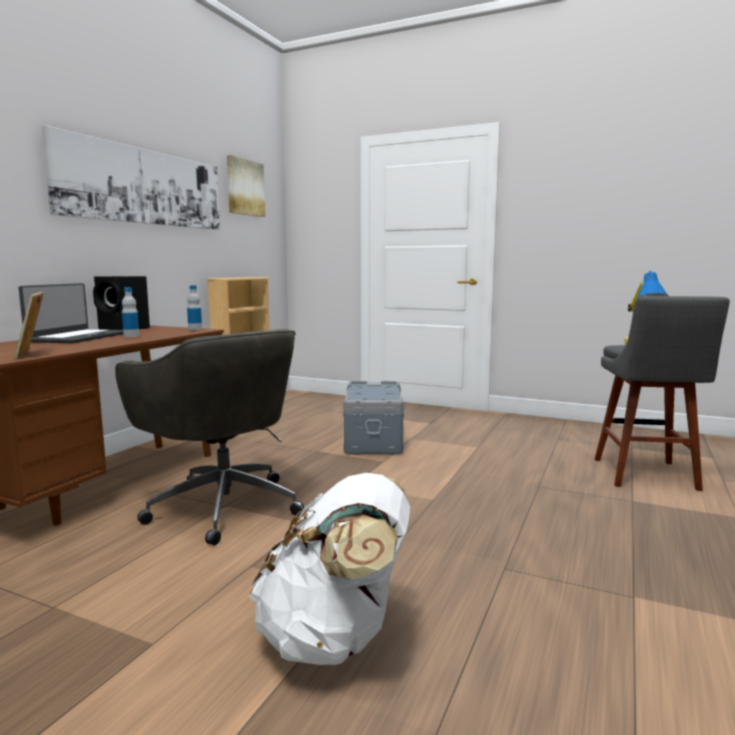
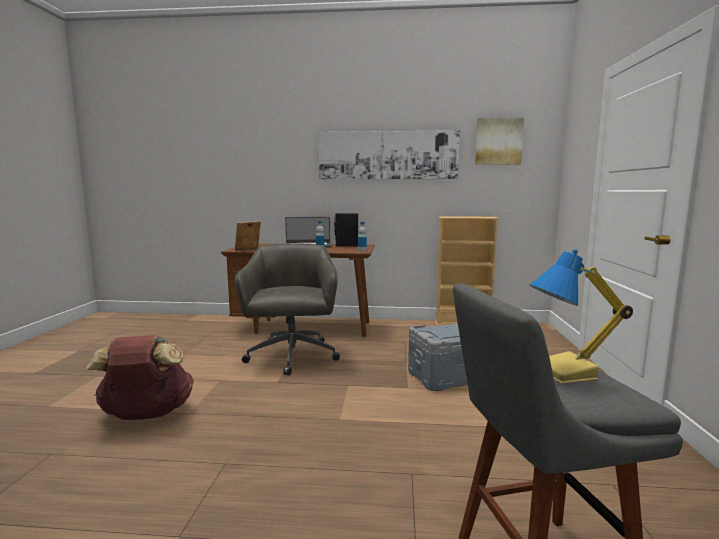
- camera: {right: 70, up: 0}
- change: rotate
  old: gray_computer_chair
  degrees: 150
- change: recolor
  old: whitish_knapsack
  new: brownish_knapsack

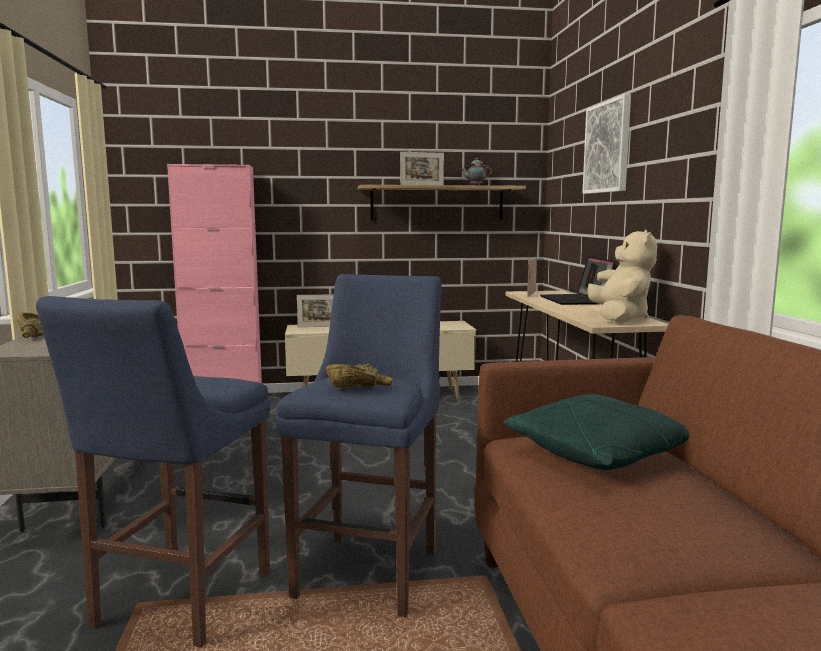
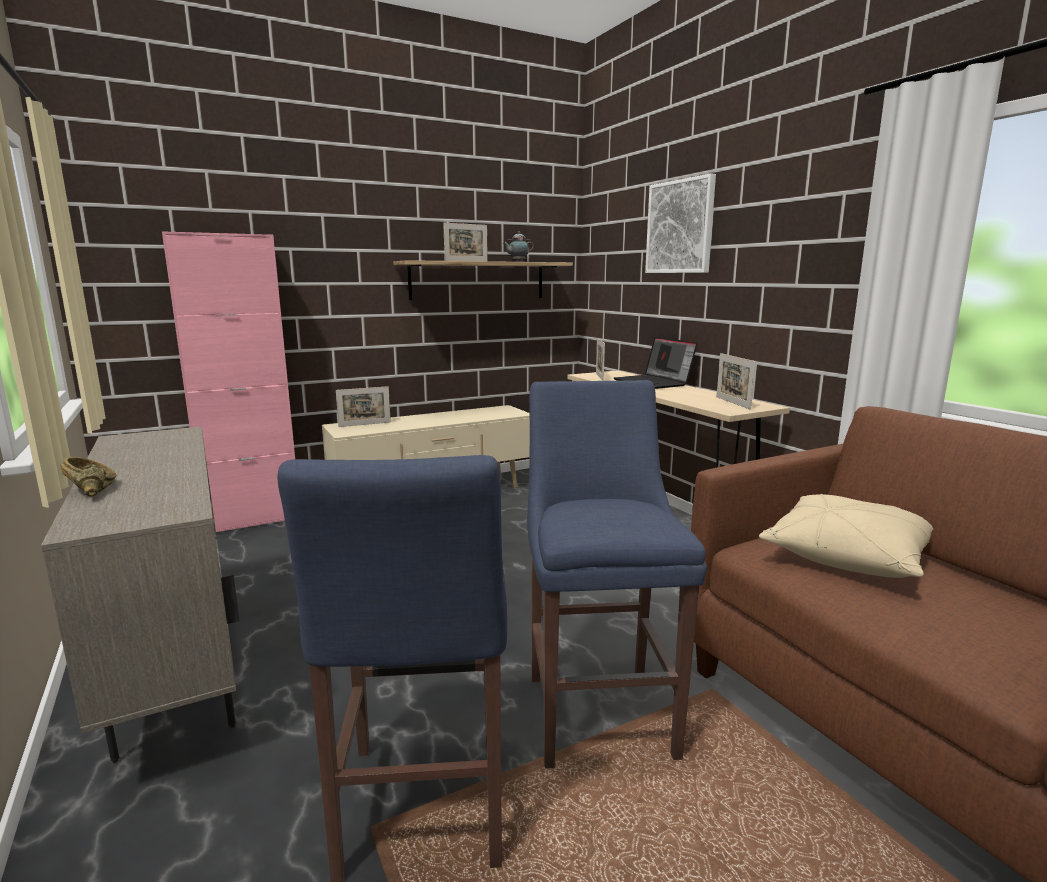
- camera: {right: -20, up: 5}
- change: replace
  old: beige-coloured_cuddly_toy
  new: picture_frame (4th from left)
- change: delete
  old: brownish_serving_bowl (2nd from left)
- change: recolor
  old: green-coloured_pillow
  new: beige-coloured_pillow

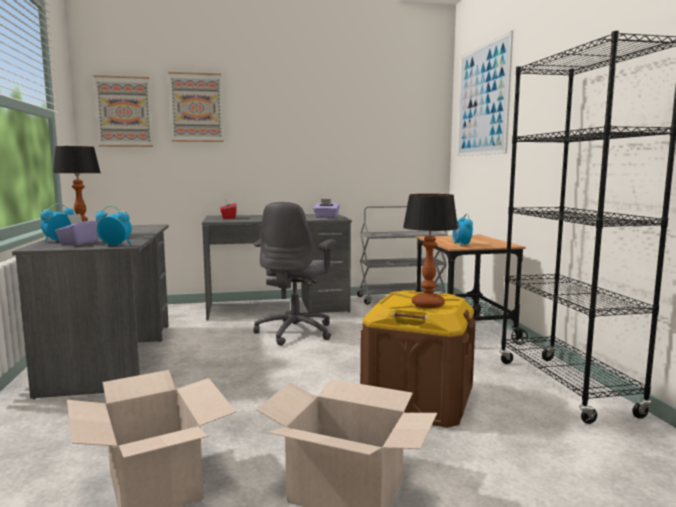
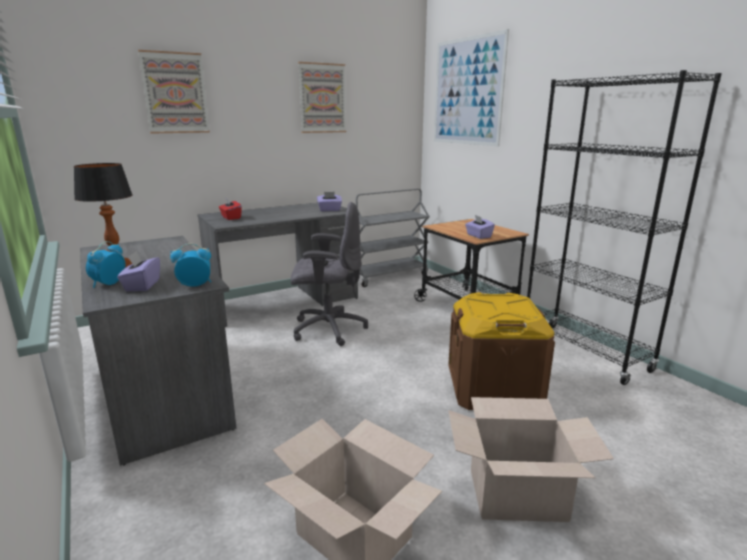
- camera: {right: -20, up: 10}
- change: move
  old: wall_picture (1st from left in the first image)
  new: wall_picture (2nd from left)
- change: delete
  old: table_lamp (2nd from left)
- change: rotate
  old: gray_computer_chair
  degrees: -90
- change: replace
  old: alarm_clock (3rd from left)
  new: purple-coloured_box_of_tissues (3rd from left)

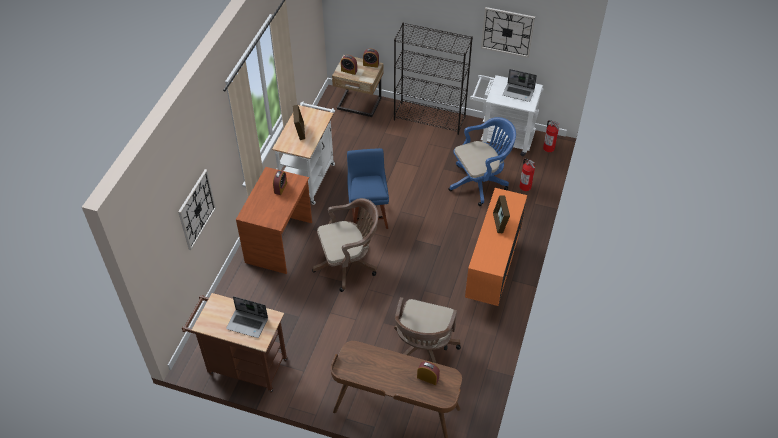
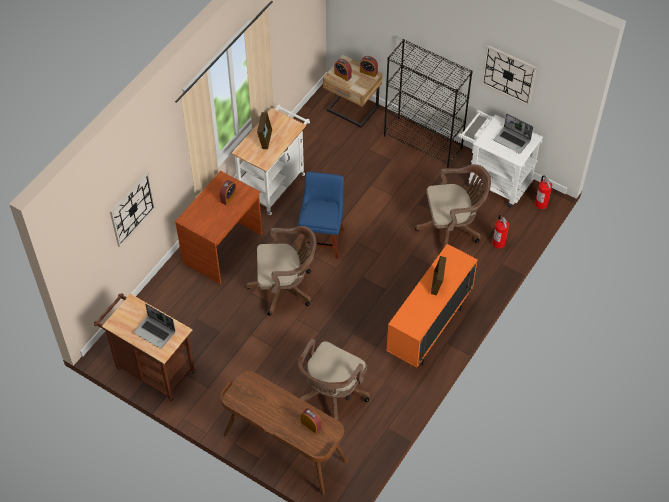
- camera: {right: 15, up: 5}
- change: recolor
  old: blue-coloured_computer_chair
  new: brownish_computer_chair (3rd from left)

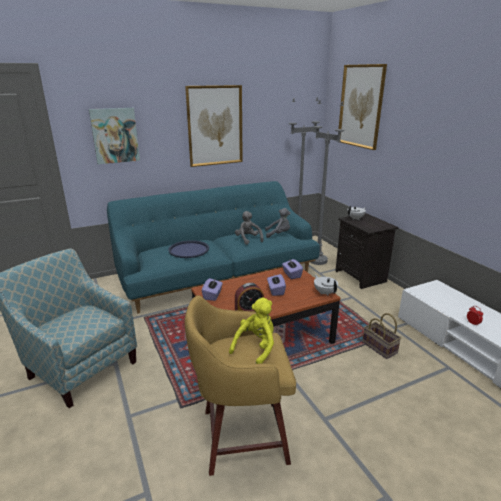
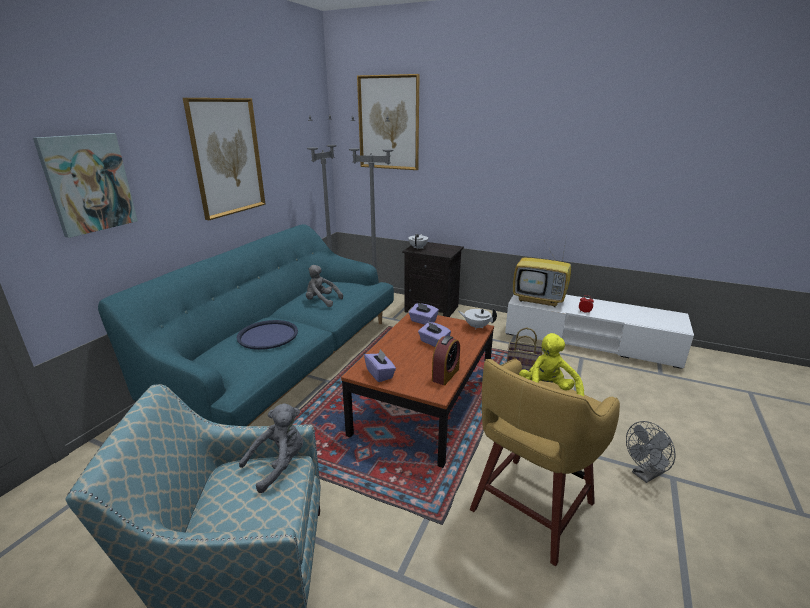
- camera: {right: -40, up: 0}
- change: move
  old: gray_cuddly_toy (2nd from left in the first image)
  new: gray_cuddly_toy (1st from left)
- change: insert
  new: television
- change: insert
  new: gray_cooling_fan

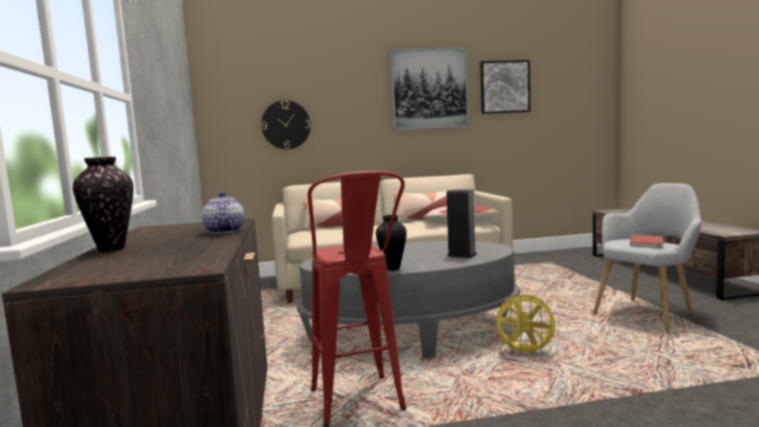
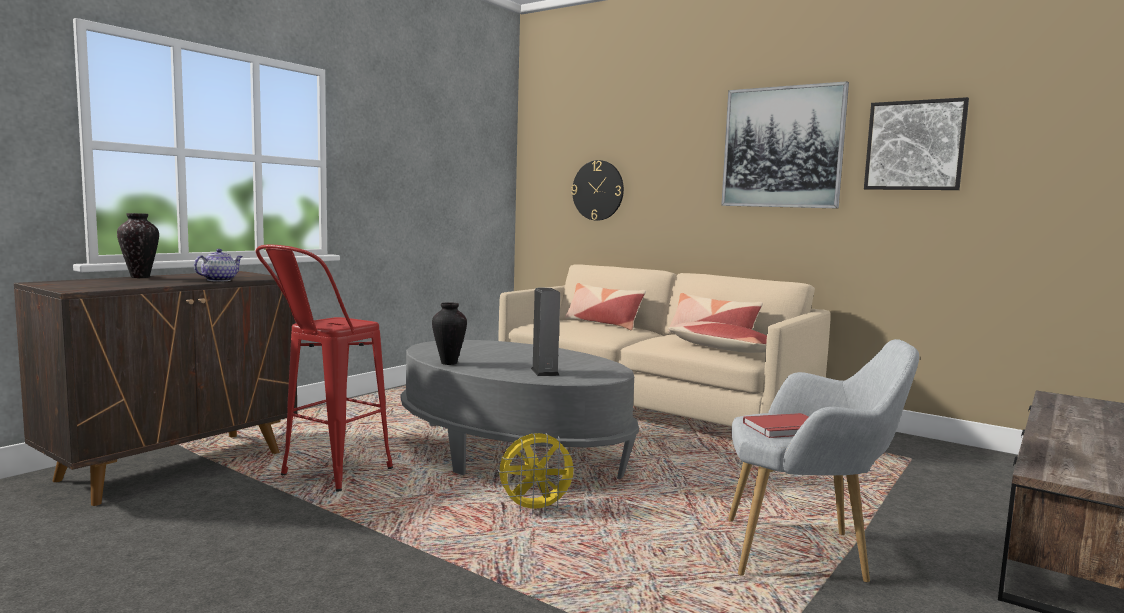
- camera: {right: 45, up: 0}
- change: rotate
  old: yellowish_cooling_fan
  degrees: -75

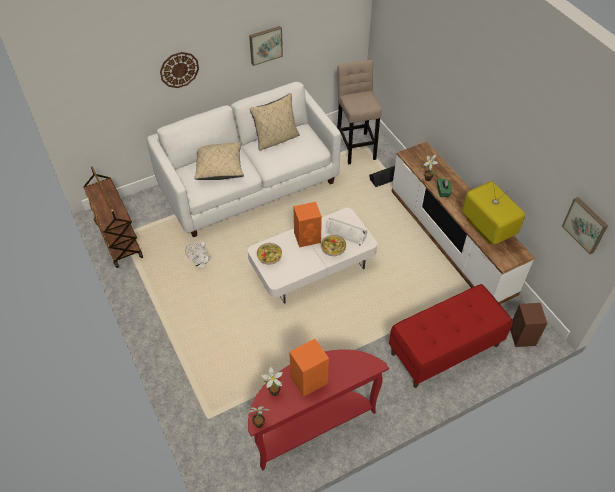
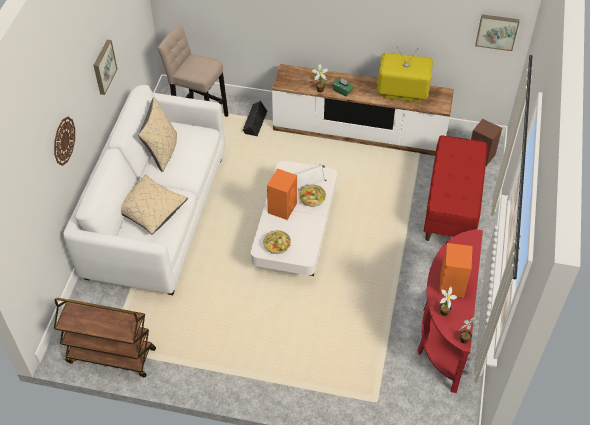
- camera: {right: -50, up: 0}
- change: delete
  old: whitish_cooling_fan

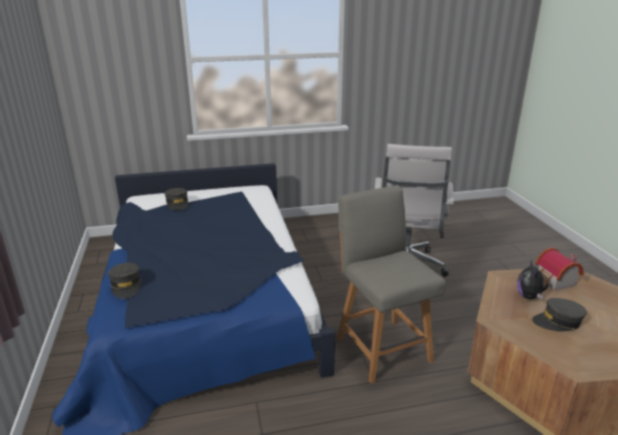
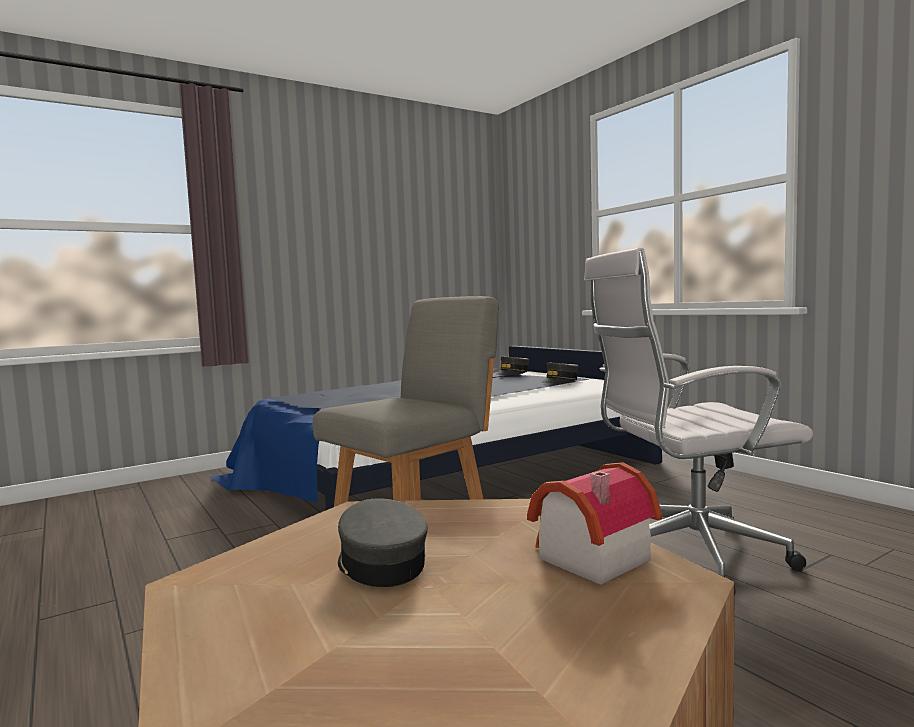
- camera: {right: 70, up: -20}
- change: delete
  old: cuddly_toy
- change: move
  old: gray_peaked_cap (1st from left in the first image)
  new: gray_peaked_cap (3rd from left)

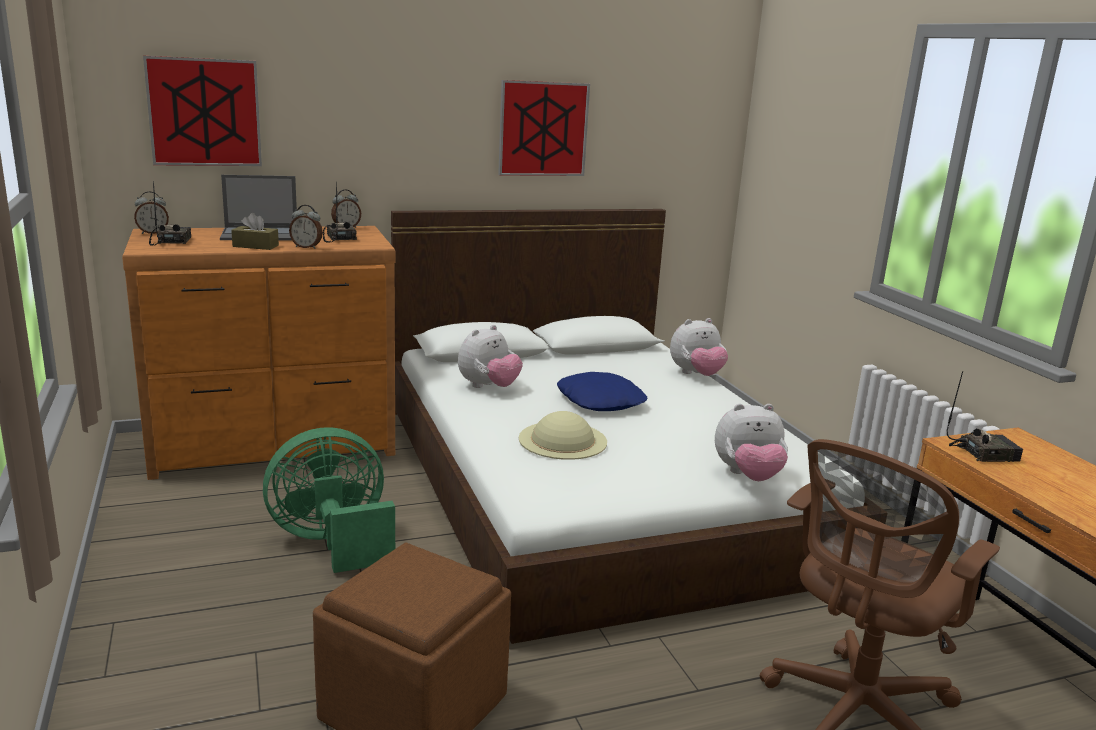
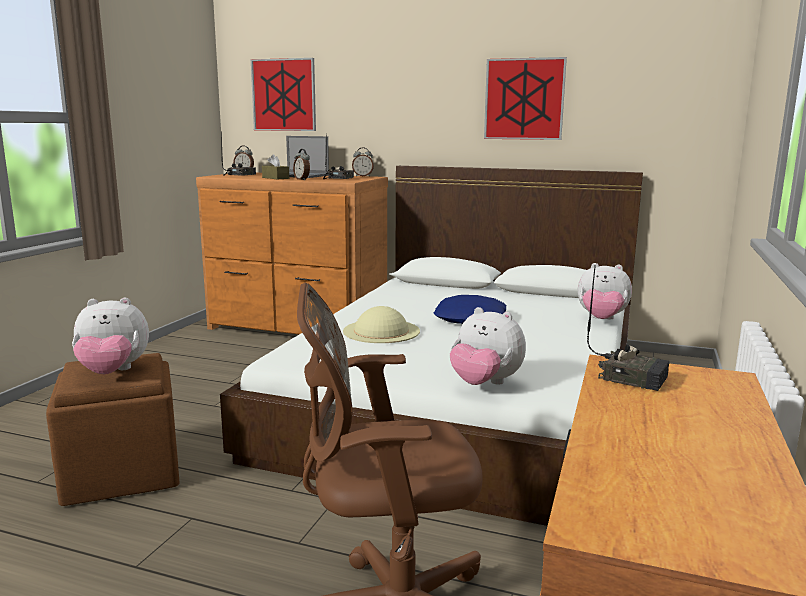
- camera: {right: 40, up: -5}
- change: move
  old: cuddly_toy (1st from left)
- change: delete
  old: green-coloured_cooling_fan

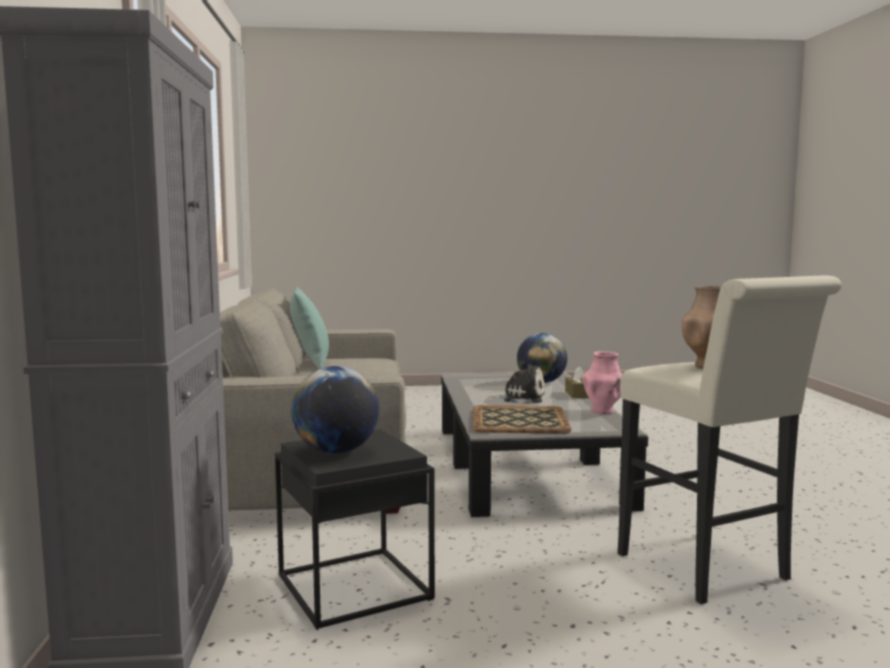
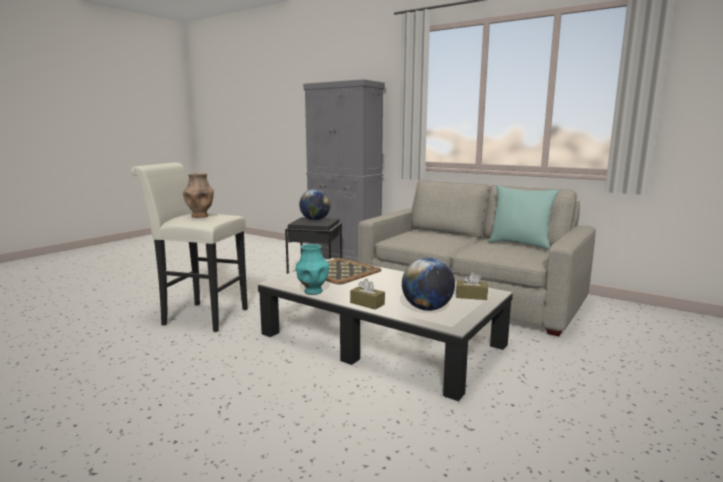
- camera: {right: 130, up: 5}
- change: recolor
  old: pink-coloured_flower_vase
  new: turquoise-coloured_flower_vase
- change: delete
  old: cuddly_toy
- change: insert
  new: brownish_box_of_tissues (2nd from left)

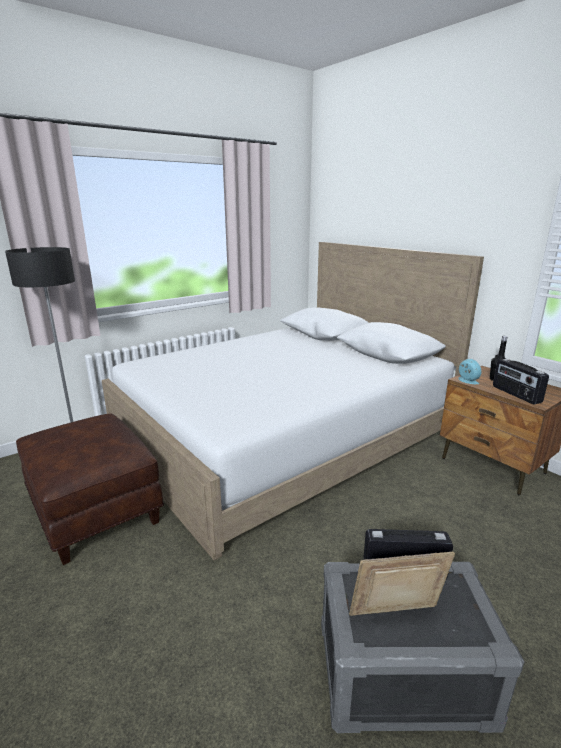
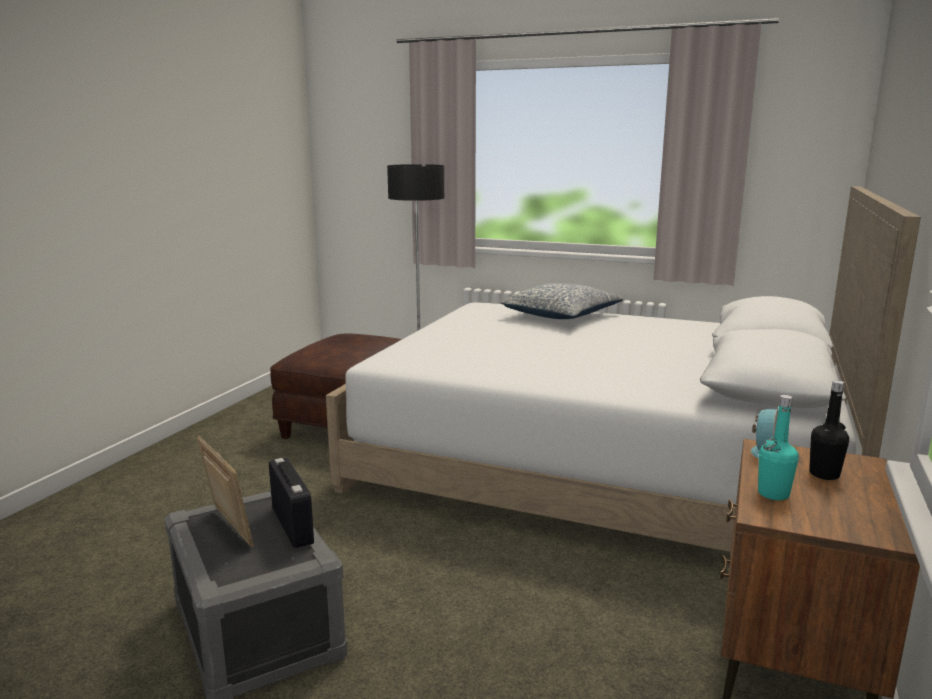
- camera: {right: 60, up: -5}
- change: replace
  old: radio_receiver (2nd from left)
  new: turquoise-coloured_beverage_bottle
- change: insert
  new: pillow

